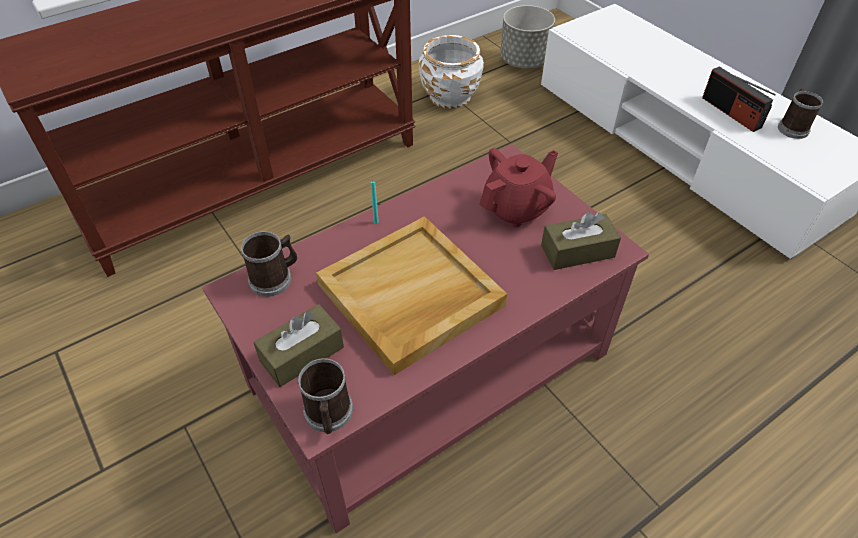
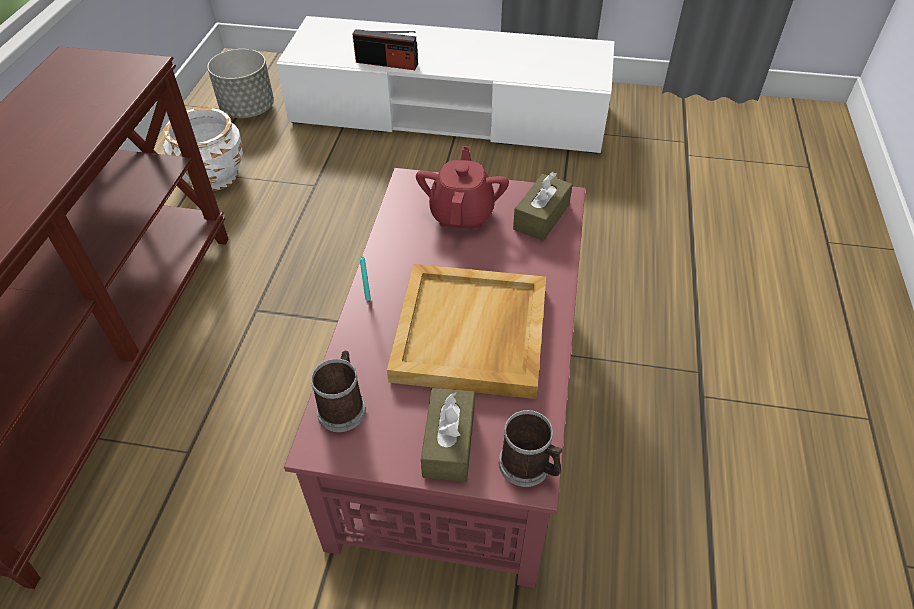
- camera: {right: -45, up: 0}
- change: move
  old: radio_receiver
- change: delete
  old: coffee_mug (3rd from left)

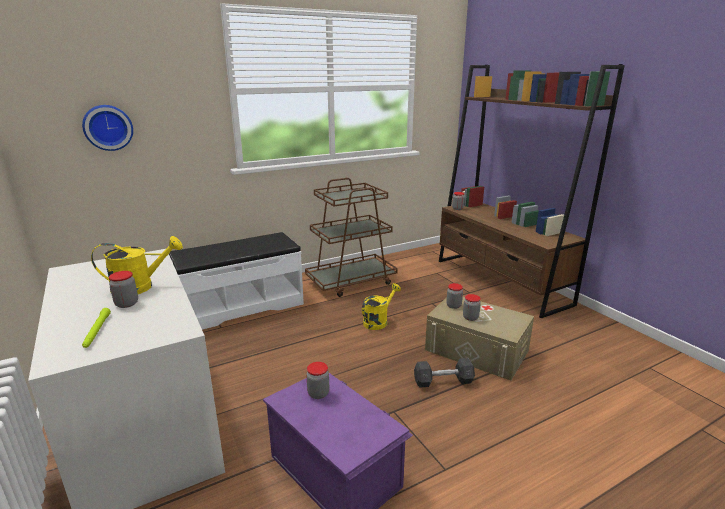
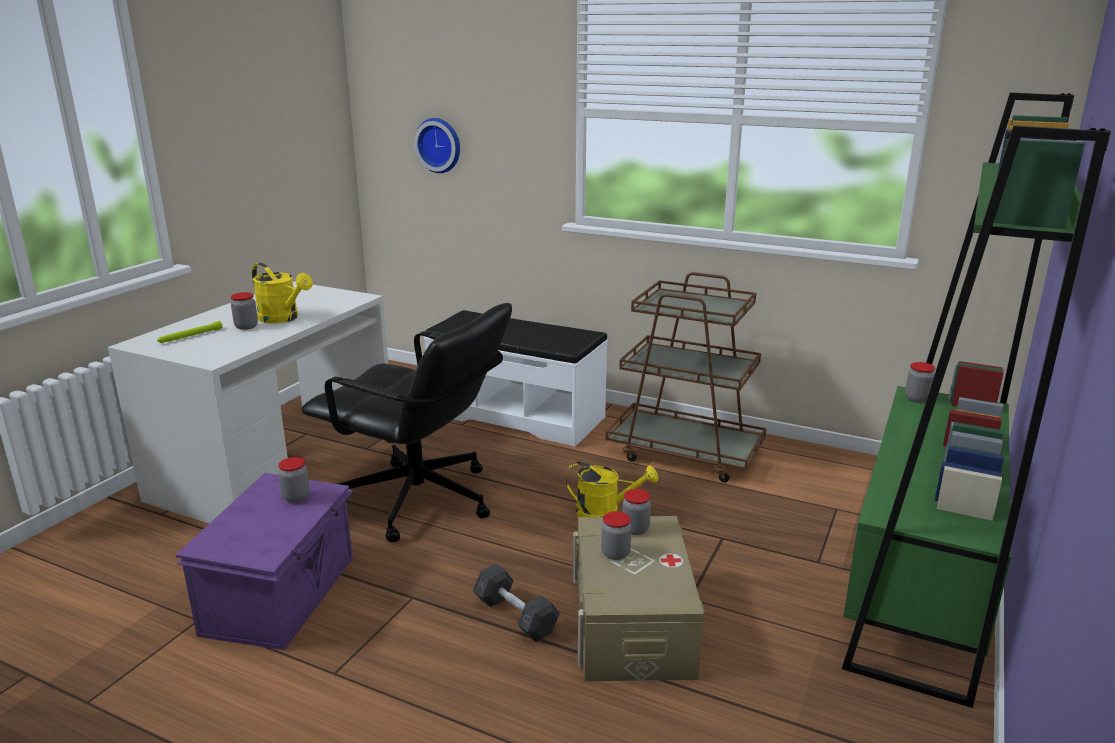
- camera: {right: 55, up: 0}
- change: recolor
  old: brownish_bookcase
  new: green-coloured_bookcase
- change: insert
  new: black-coloured_computer_chair

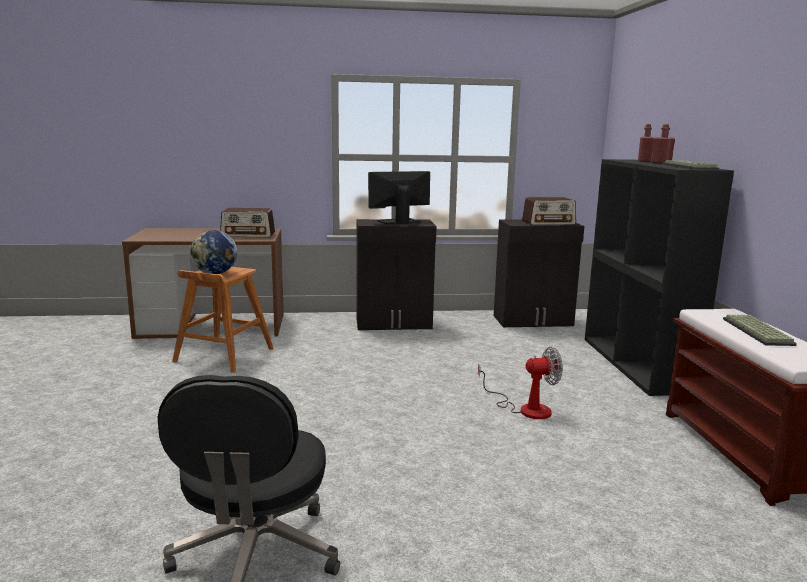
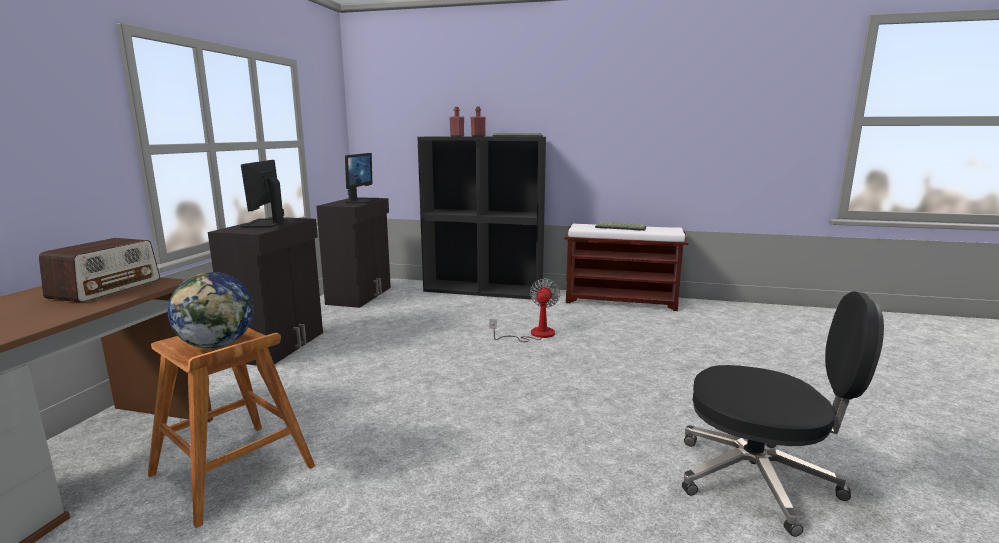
- camera: {right: -70, up: 0}
- change: replace
  old: radio_receiver (2nd from left)
  new: monitor (2nd from left)

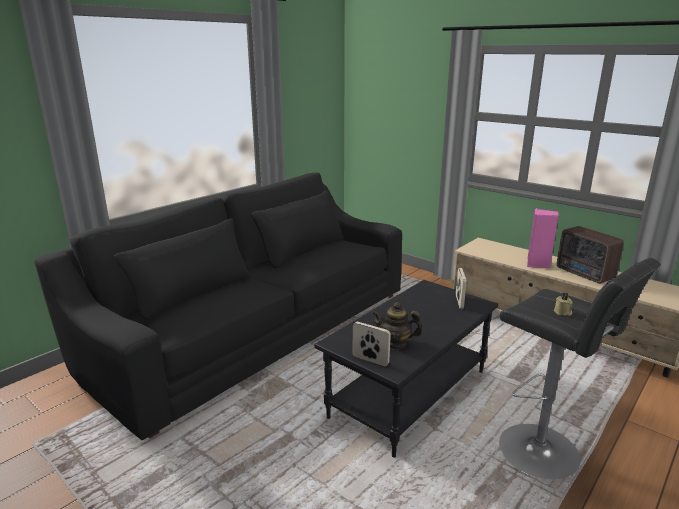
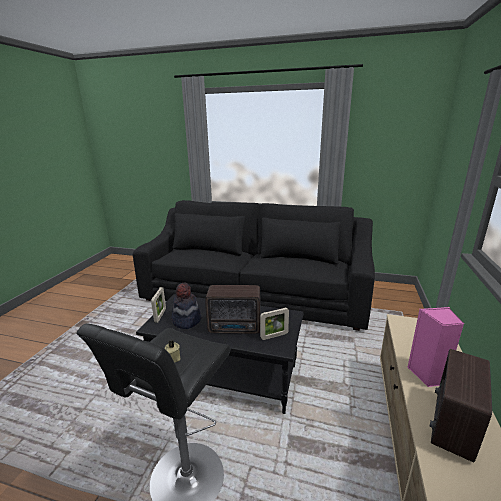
- camera: {right: 65, up: 0}
- change: replace
  old: teapot
  new: clothing_hat
- change: insert
  new: radio_receiver (1st from left)

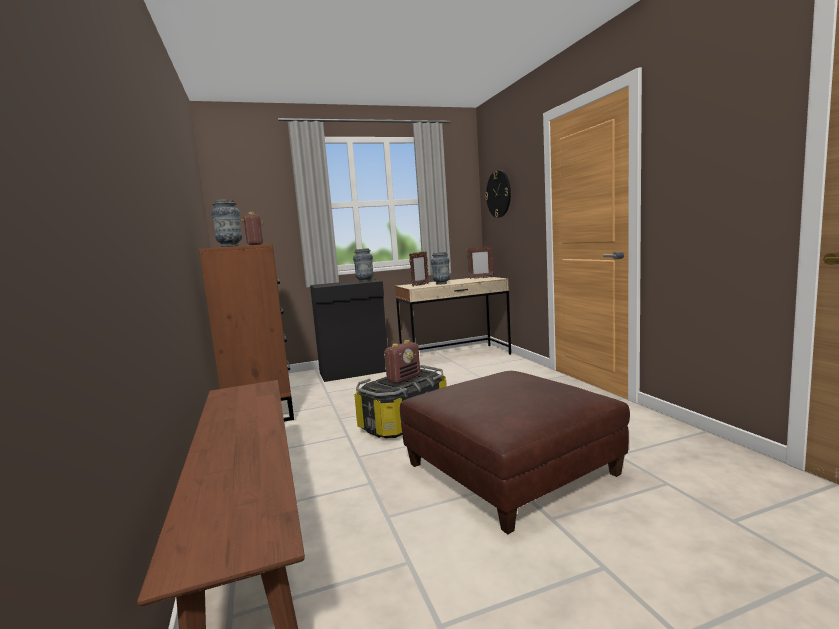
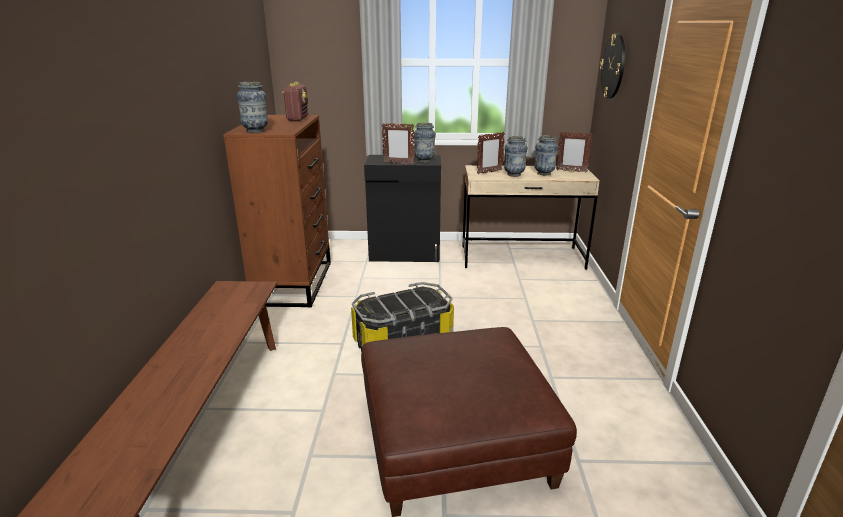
- camera: {right: 20, up: 15}
- change: delete
  old: radio_receiver (2nd from left)
- change: insert
  new: picture_frame (1st from left)
- change: insert
  new: flower_vase (4th from left)

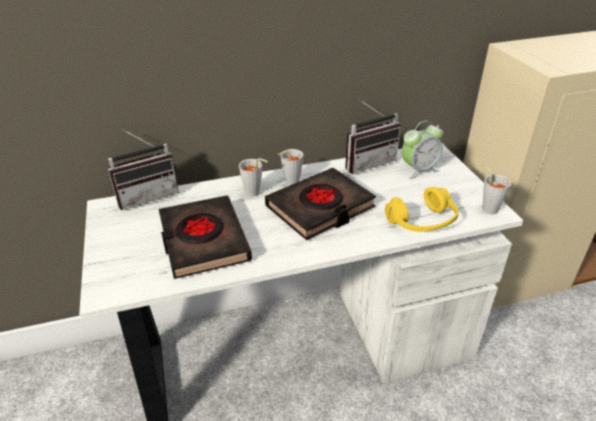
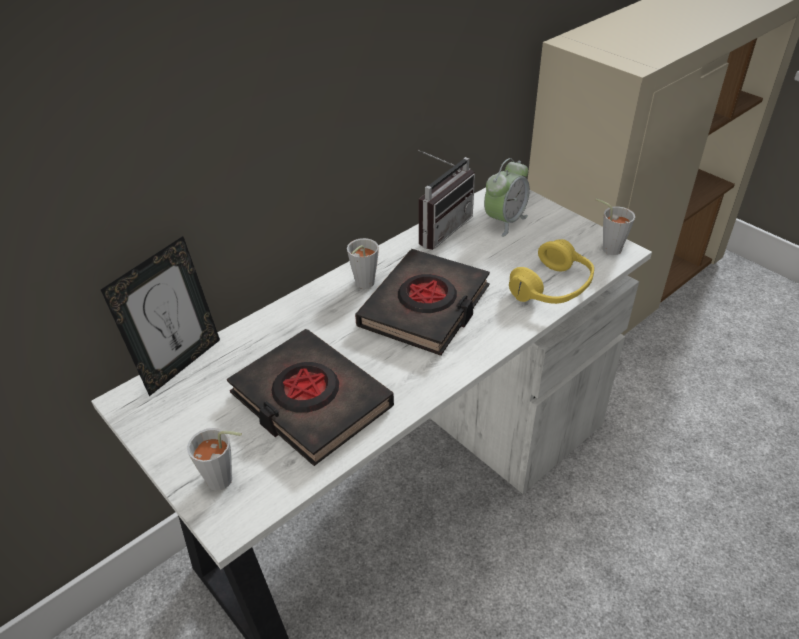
- camera: {right: -25, up: 5}
- change: replace
  old: radio_receiver (1st from left)
  new: picture_frame
- change: move
  old: gray_small_cup (1st from left)

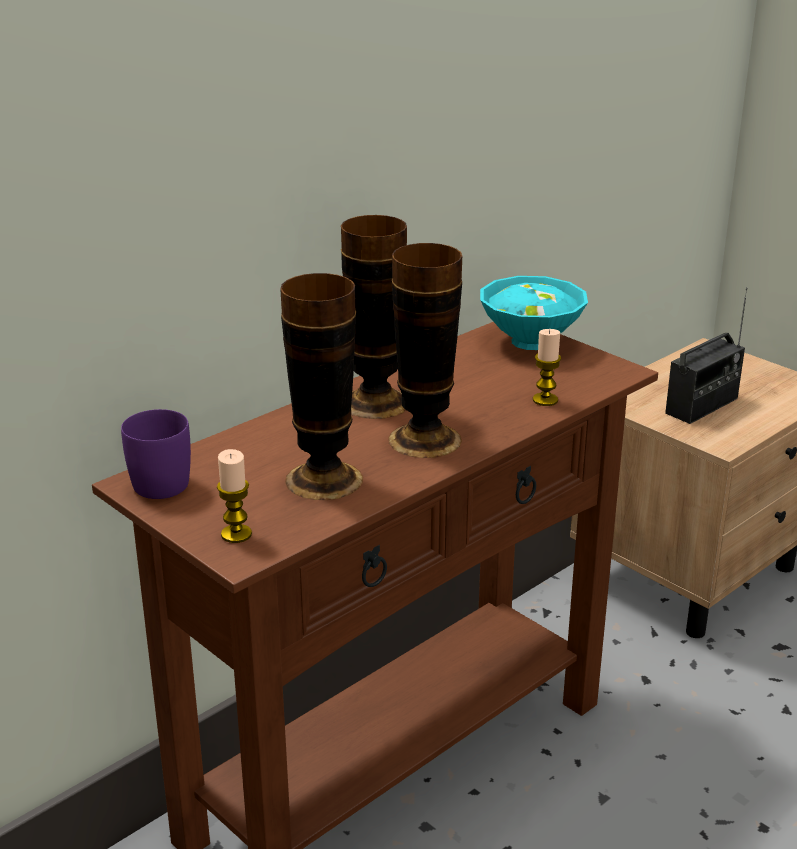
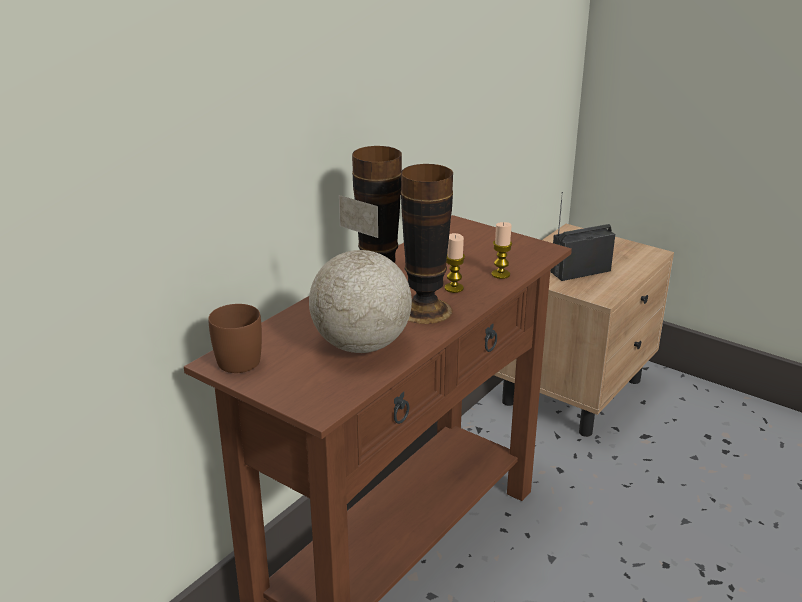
- camera: {right: -10, up: 0}
- change: replace
  old: flower_vase (1st from left)
  new: world_globe
- change: delete
  old: turquoise-coloured_serving_bowl
- change: rotate
  old: radio_receiver
  degrees: -150
- change: recolor
  old: purple-coloured_coffee_mug
  new: brownish_coffee_mug
- change: move
  old: wax_candle (1st from left)

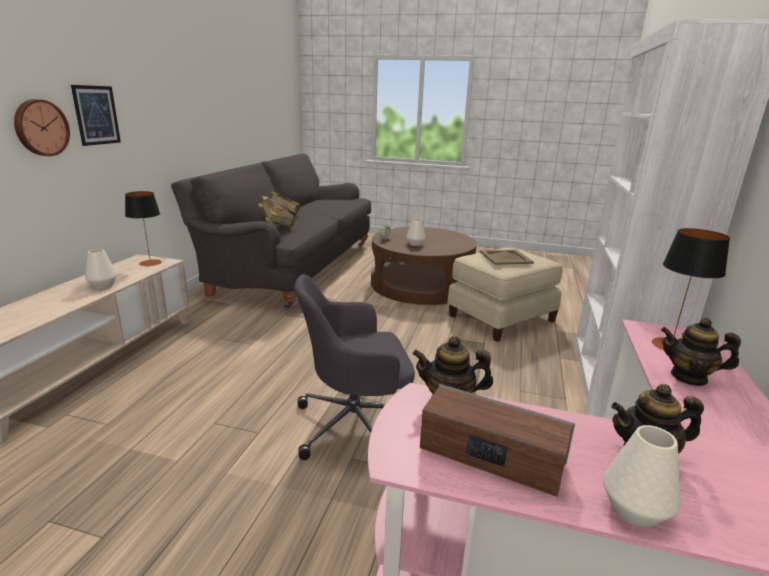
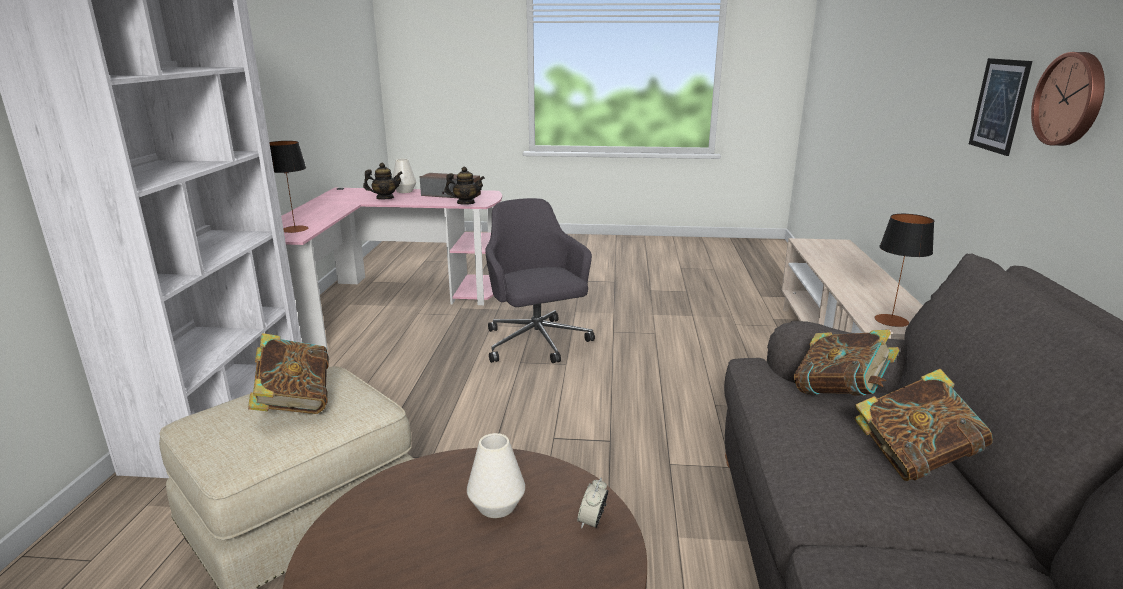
- camera: {right: 170, up: 0}
- change: move
  old: wall_clock
- change: delete
  old: whitish_flower_vase (1st from left)
- change: replace
  old: beige-coloured_serving_tray
  new: book (1st from left)
- change: rotate
  old: gray_computer_chair
  degrees: -90
- change: delete
  old: teapot (3rd from left)

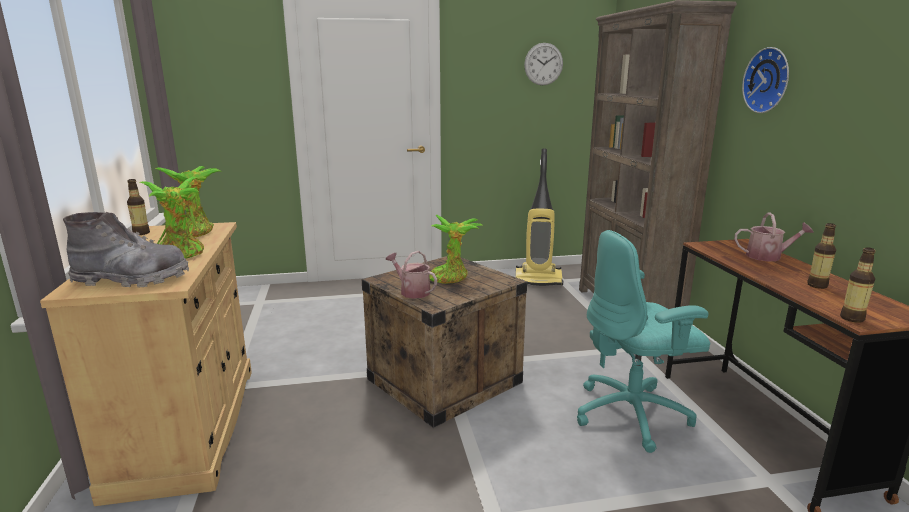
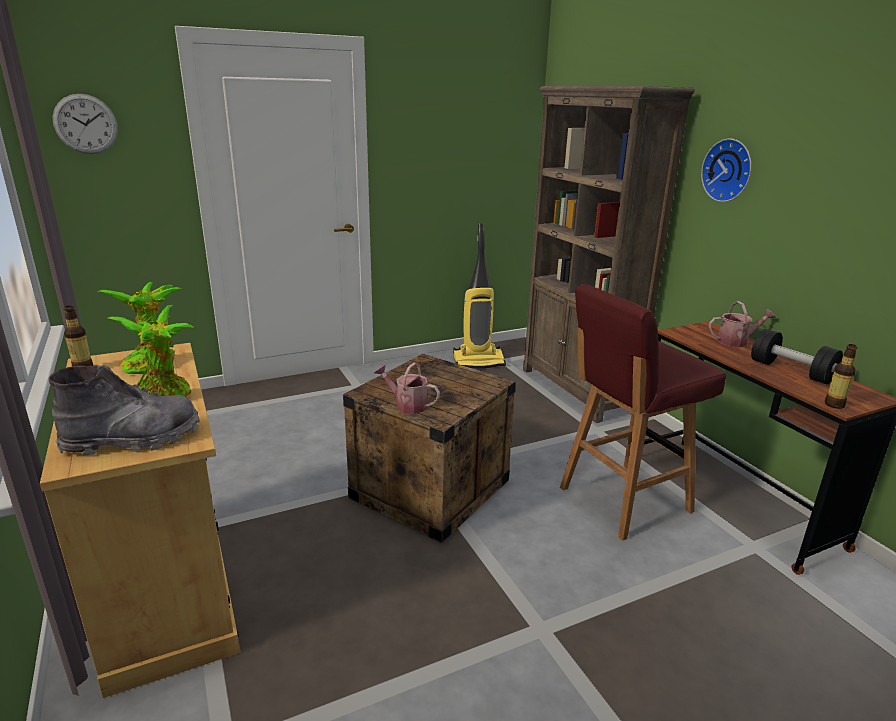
- camera: {right: -15, up: 5}
- change: move
  old: wall_clock (1st from left)
- change: delete
  old: potted_plant (3rd from left)
- change: replace
  old: beverage_bottle (2nd from left)
  new: black-coloured_dumbbell
- change: replace
  old: turquoise-coloured_computer_chair
  new: red-coloured_stool

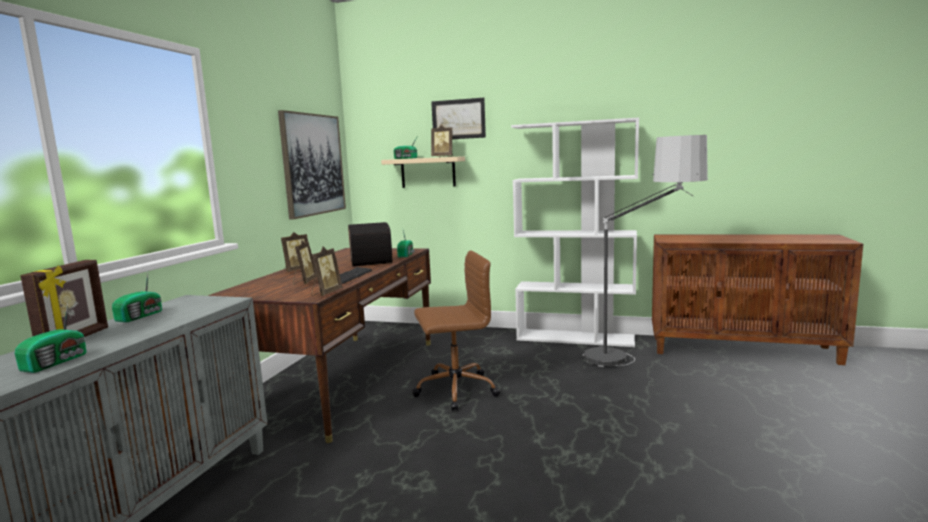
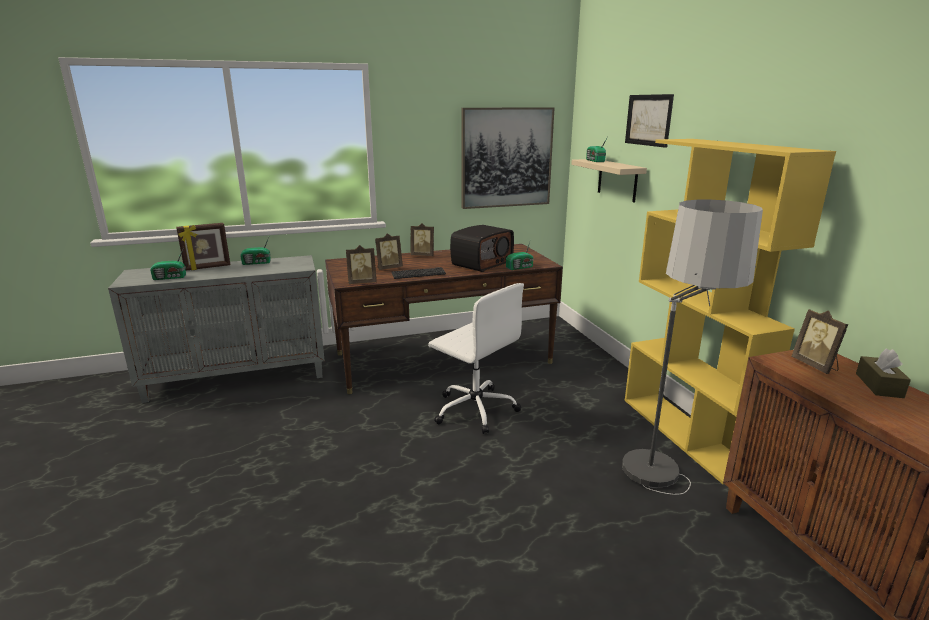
- camera: {right: 55, up: 10}
- change: recolor
  old: whitish_bookcase
  new: yellowish_bookcase
- change: move
  old: picture_frame (5th from left)
- change: recolor
  old: brownish_computer_chair
  new: whitish_computer_chair
- change: insert
  new: brownish_box_of_tissues

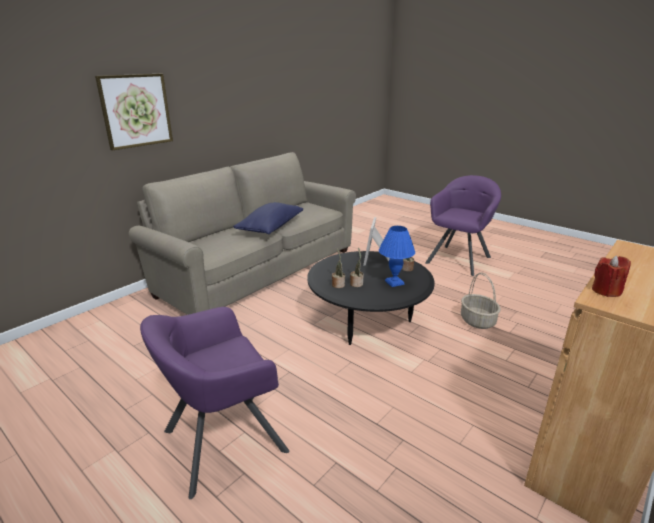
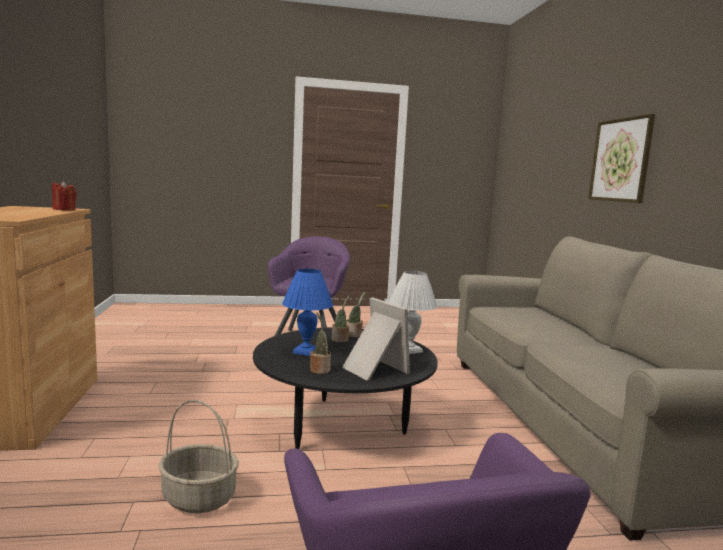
- camera: {right: 130, up: -15}
- change: delete
  old: blue-coloured_pillow
- change: insert
  new: whitish_table_lamp

